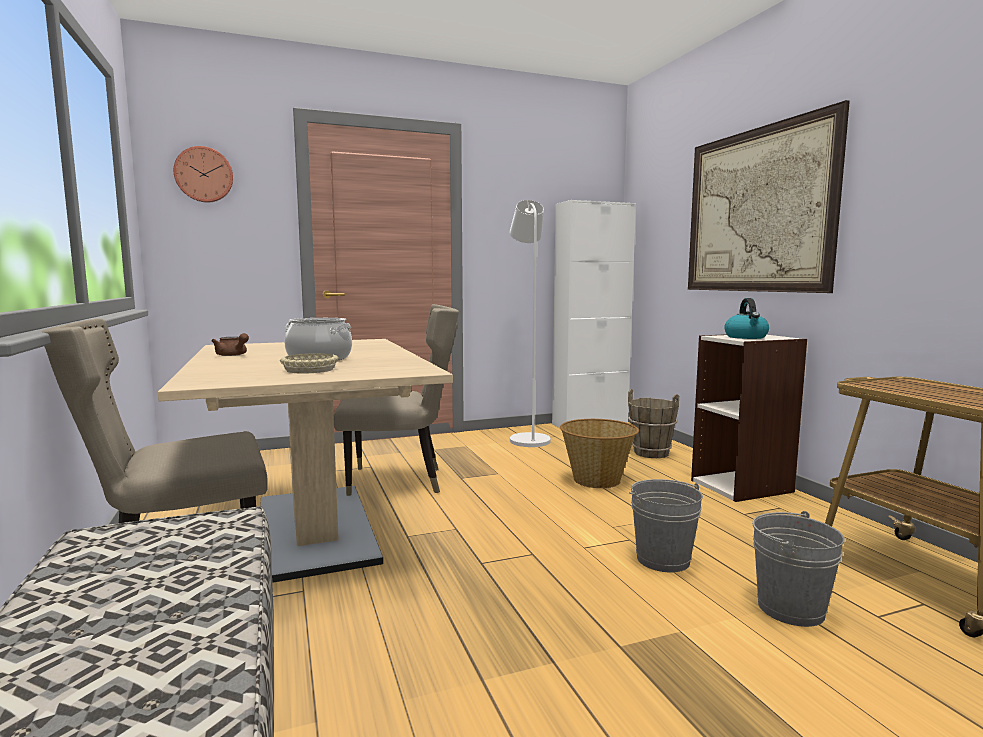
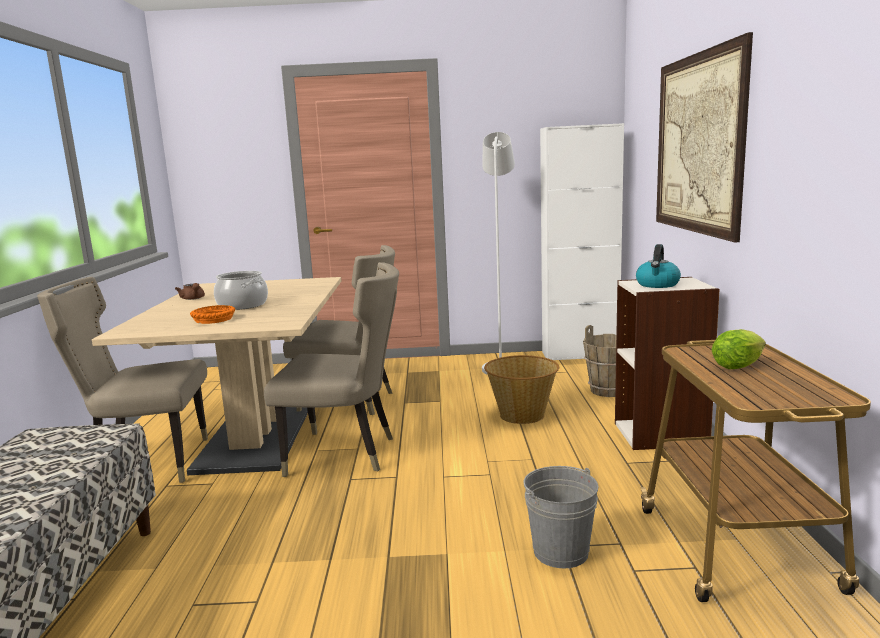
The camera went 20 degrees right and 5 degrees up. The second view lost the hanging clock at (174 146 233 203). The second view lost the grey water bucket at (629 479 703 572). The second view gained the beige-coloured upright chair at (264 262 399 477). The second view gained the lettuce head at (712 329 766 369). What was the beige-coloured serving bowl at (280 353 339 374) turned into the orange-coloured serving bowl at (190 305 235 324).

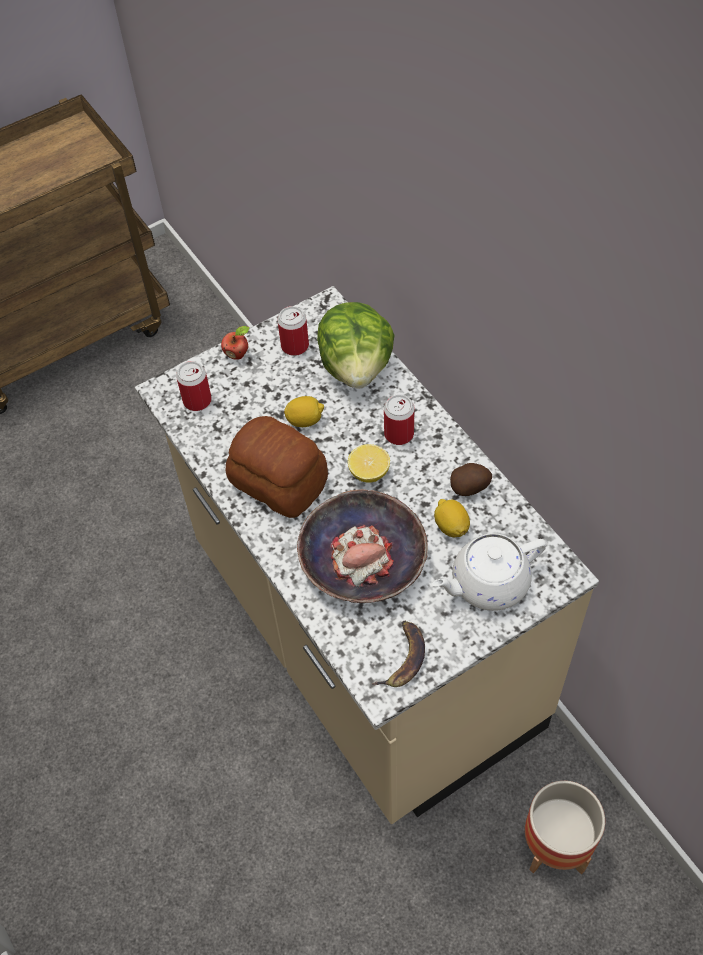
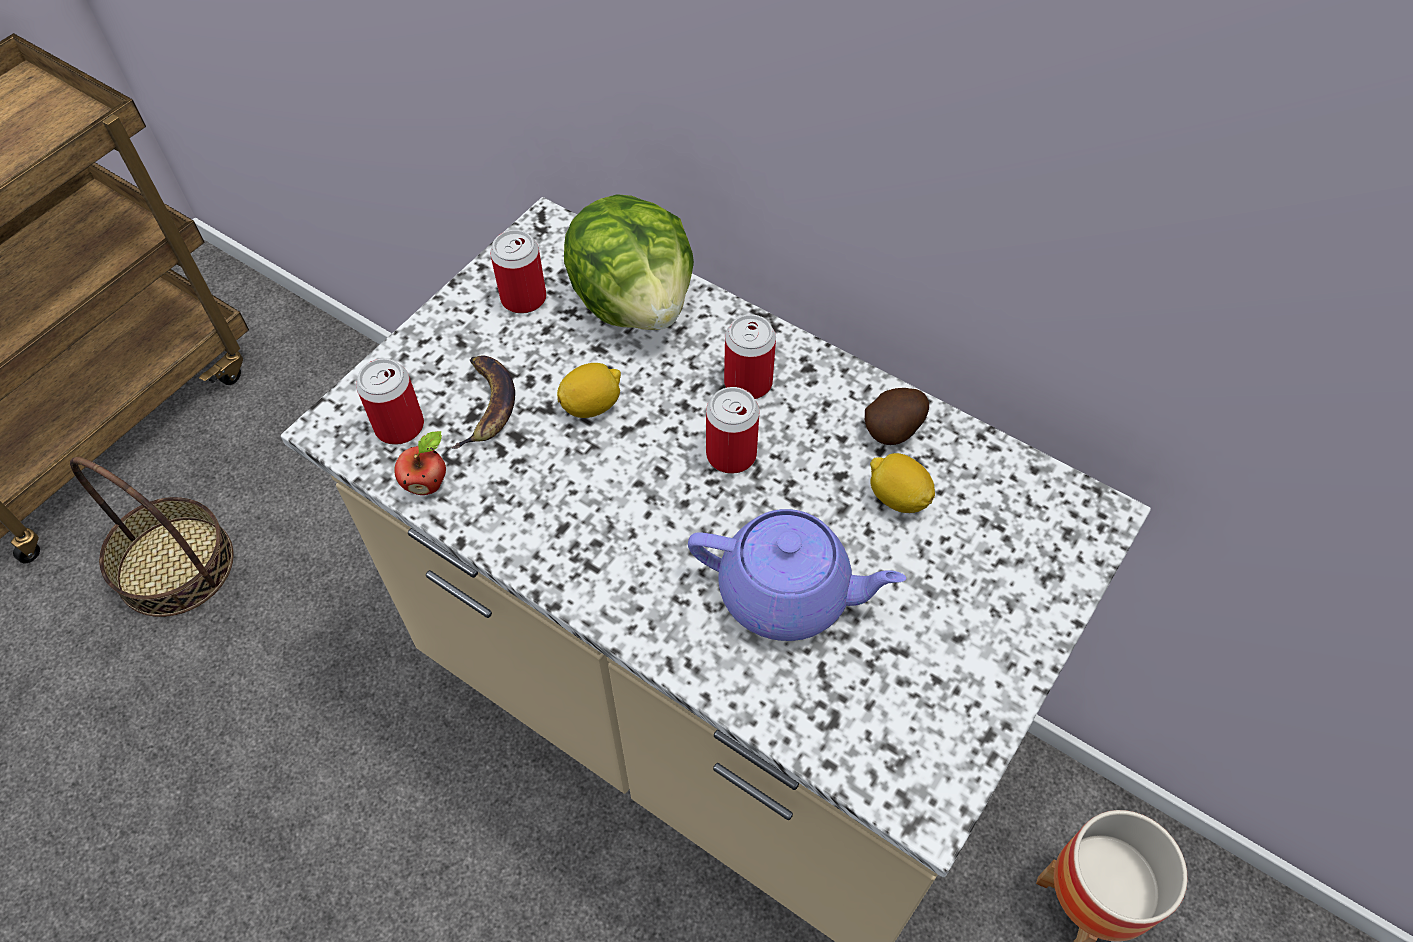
The camera went 25 degrees left and 0 degrees up. The second view lost the bread at (225 416 328 518). The second view lost the white teapot at (432 533 546 611). The second view gained the basket at (70 457 233 617). The apple ended up elsewhere, having gone from (221 326 250 359) to (394 431 446 495). The whole banana ended up elsewhere, having gone from (372 621 425 687) to (452 355 515 449). Where the serving bowl stood at (297 489 428 603), the purplish teapot came to stand at (688 509 906 641). Where the lemon stood at (348 444 390 483), the metal can came to stand at (706 387 760 474).

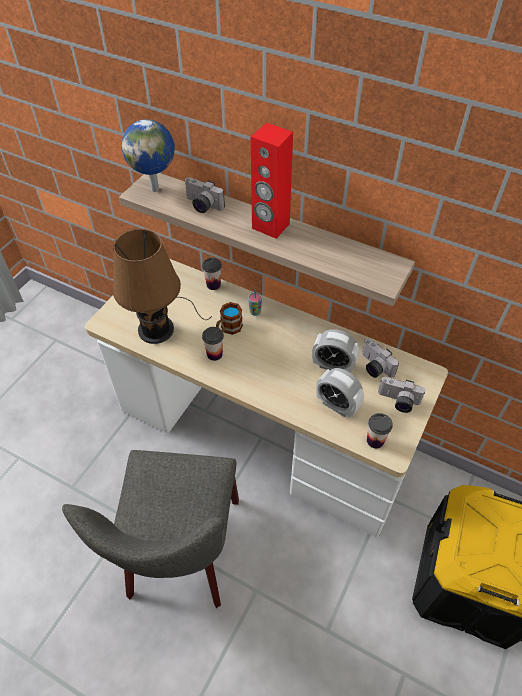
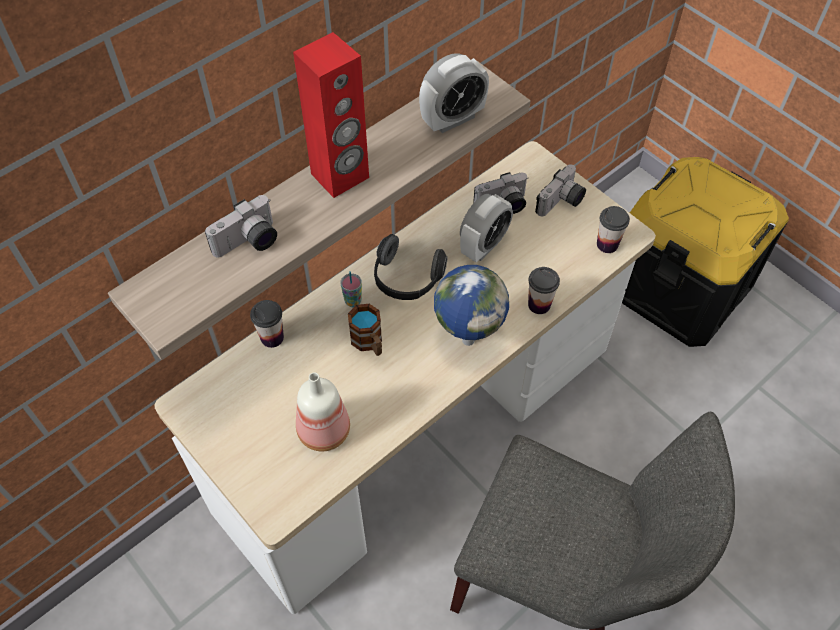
The camera went 70 degrees left and 5 degrees up. The second view gained the pair of headphones at (374 234 447 300). The desk globe ended up elsewhere, having gone from (121 119 175 192) to (434 265 509 346). The cup ended up elsewhere, having gone from (202 327 224 361) to (528 267 560 314). The table clock ended up elsewhere, having gone from (316 368 364 418) to (419 53 489 133). Where the brown-coloured lamp for a table stood at (113 229 212 344), the bottle came to stand at (296 372 350 451).

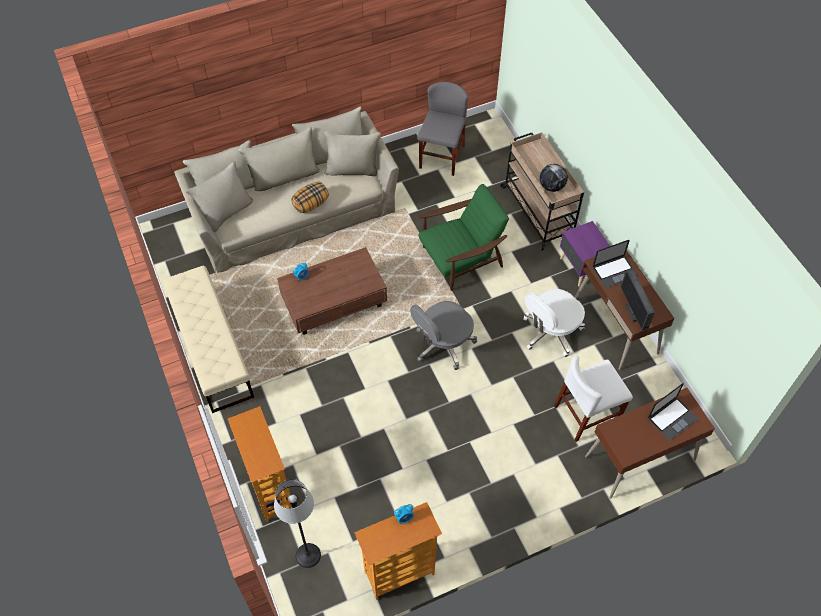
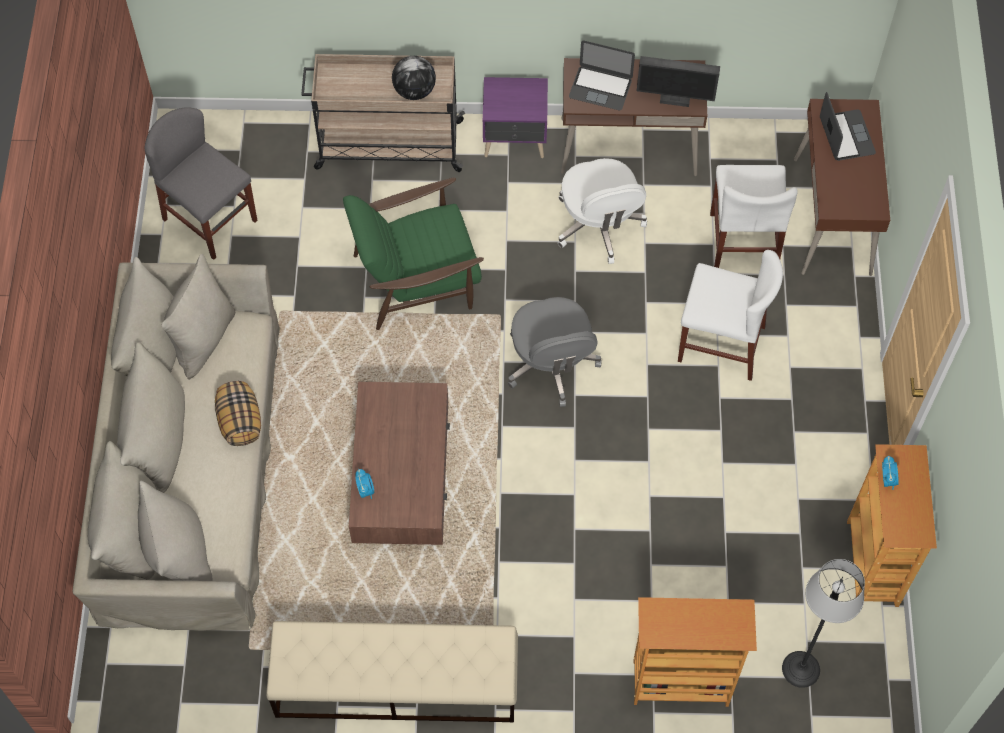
The camera went 65 degrees left and 5 degrees up. The second view gained the white upright chair at (678 250 783 381). The greenish armchair at (417 184 509 291) ended up facing another way, 105 degrees counterclockwise from before. The notebook computer at (593 240 638 288) ended up facing another way, 105 degrees clockwise from before.

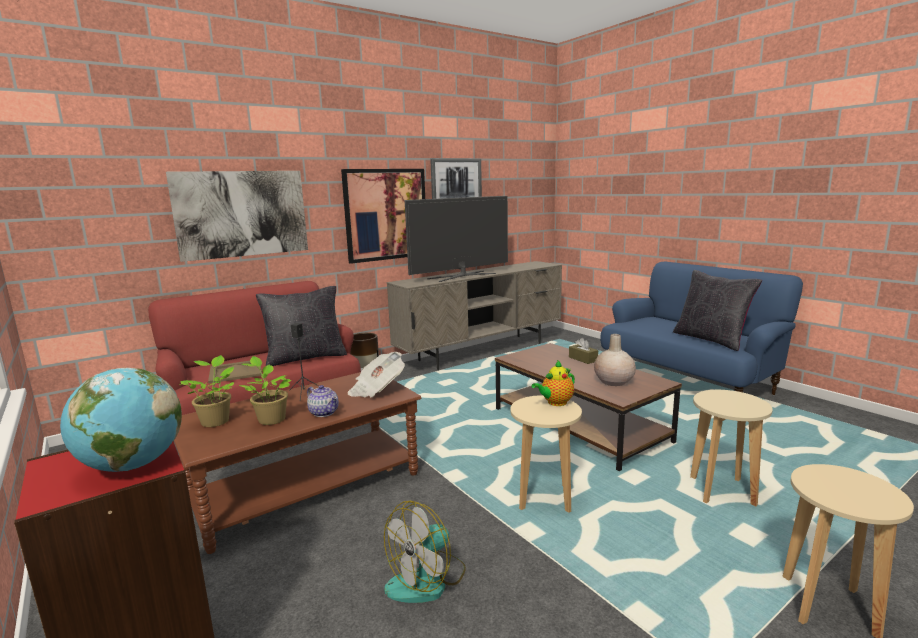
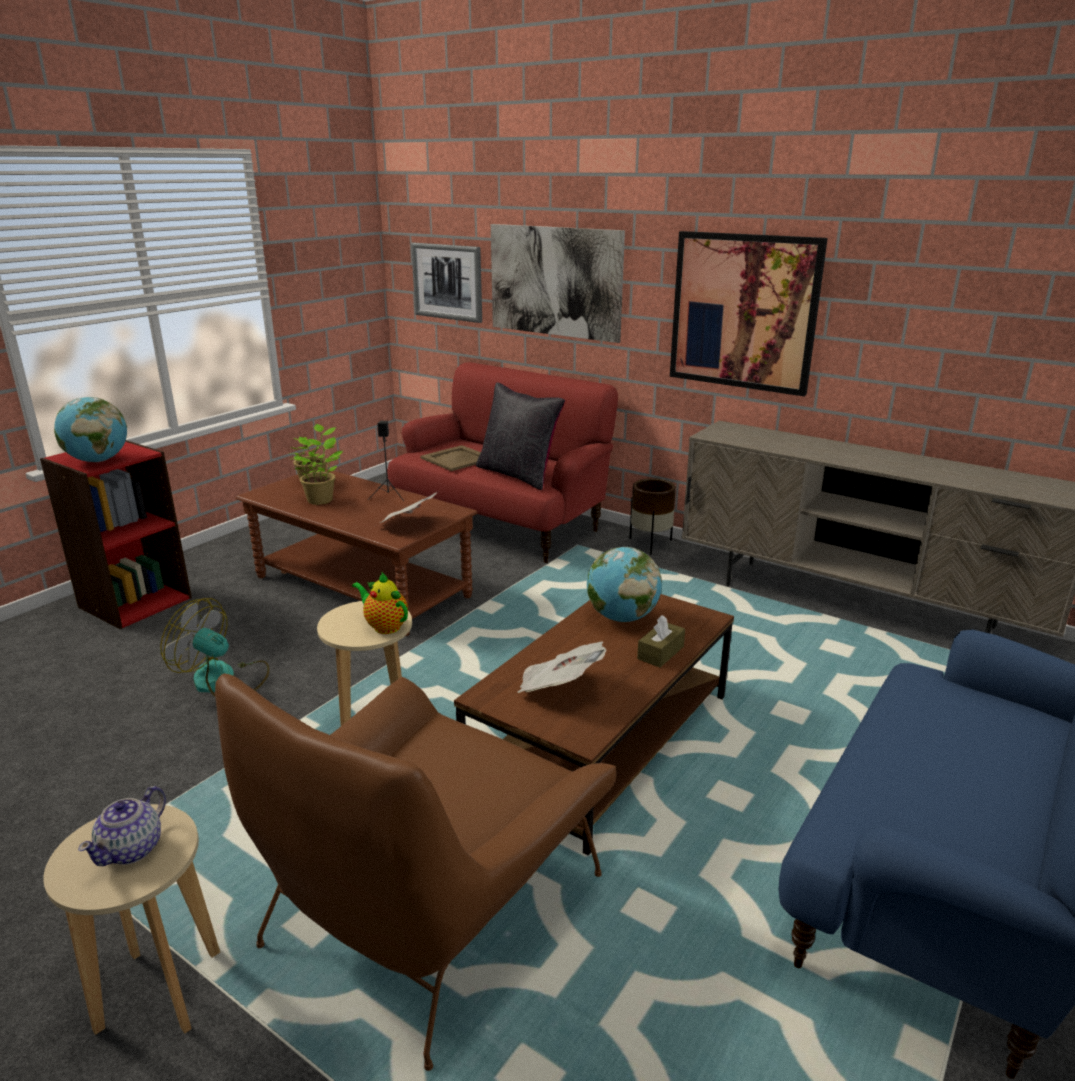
The camera went 70 degrees right and 10 degrees up. The second view lost the television at (405 196 508 282). The second view lost the blackish pillow at (673 270 762 351). The second view gained the desk globe at (587 547 662 622). The teapot ended up elsewhere, having gone from (307 385 339 417) to (78 786 166 866). The picture ended up elsewhere, having gone from (430 158 482 199) to (411 243 482 323). Where the beige-coloured vase stood at (594 334 636 386), the newspaper came to stand at (518 641 606 693). Where the beige-coloured stool seat stood at (690 390 773 506), the brown-coloured armchair came to stand at (215 673 616 1071).

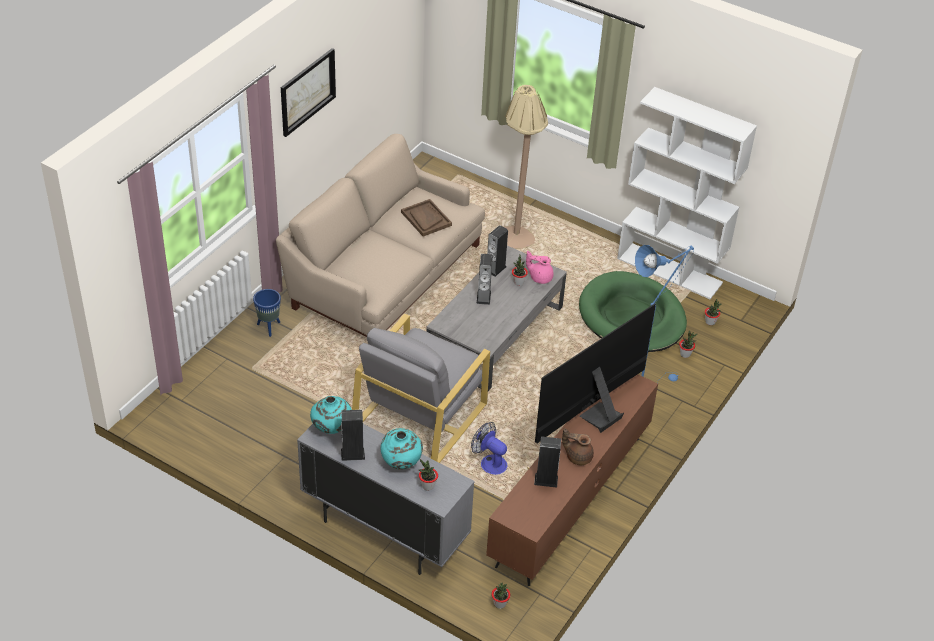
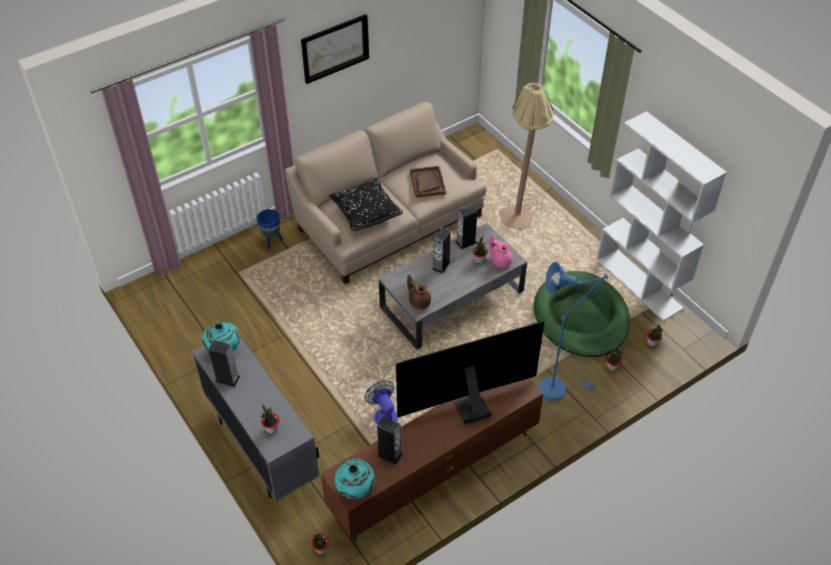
The camera went 25 degrees right and 5 degrees up. The second view lost the grey armchair at (352 314 490 463). The second view gained the blackish pillow at (329 178 403 231). The blue-green vase ended up elsewhere, having gone from (380 428 423 470) to (335 458 375 499). The brown-coloured teapot ended up elsewhere, having gone from (562 428 594 465) to (407 275 431 309).

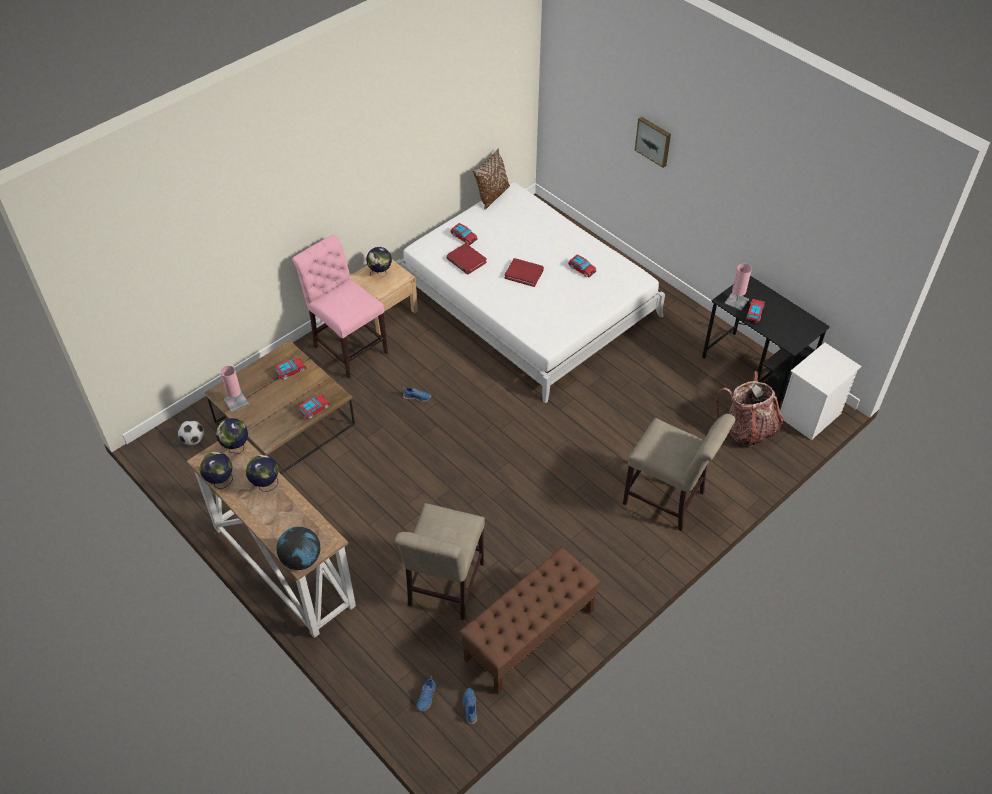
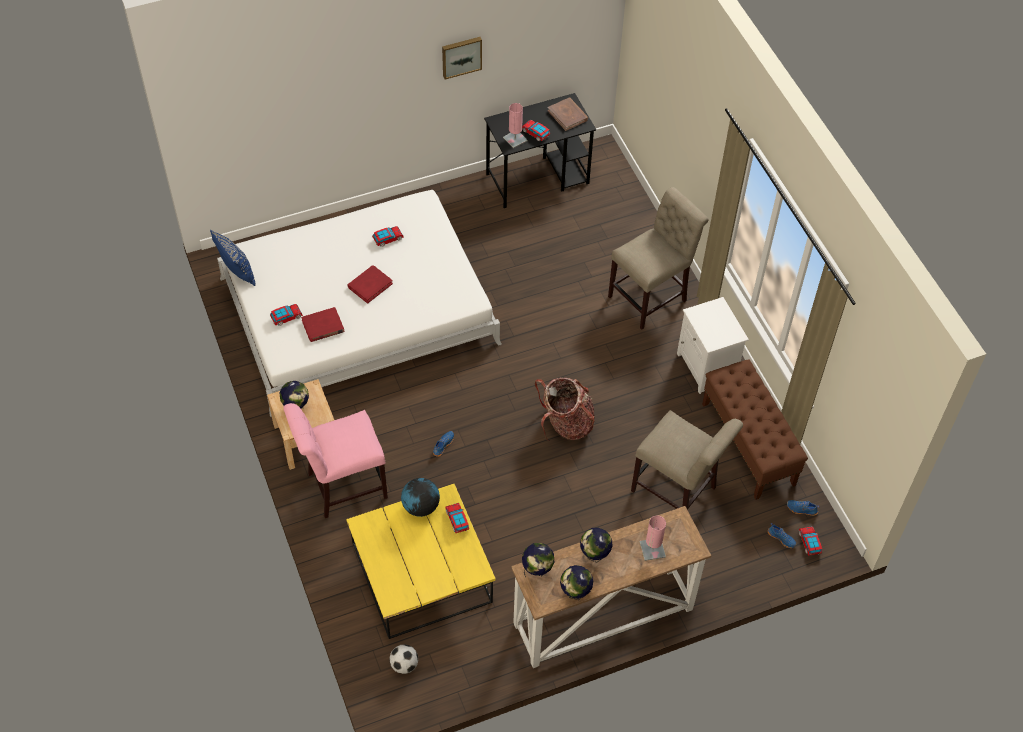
The camera went 70 degrees left and 5 degrees up. The second view gained the brown-coloured book at (548 97 588 131). The pink-coloured lamp for a table ended up elsewhere, having gone from (220 366 249 412) to (640 516 666 561). The model car ended up elsewhere, having gone from (274 358 306 380) to (799 526 822 556). The desk globe ended up elsewhere, having gone from (277 526 320 570) to (401 478 440 517). The picture ended up elsewhere, having gone from (635 117 671 168) to (442 37 482 79). The knapsack ended up elsewhere, having gone from (717 371 784 448) to (535 378 595 442). The white night table ended up elsewhere, having gone from (780 342 861 440) to (677 297 749 394). What was the brown-coloured coffee table at (204 340 355 474) turned into the yellow coffee table at (346 484 496 639). What was the brown-coloured pillow at (473 149 510 210) turned into the blue pillow at (210 229 256 286).

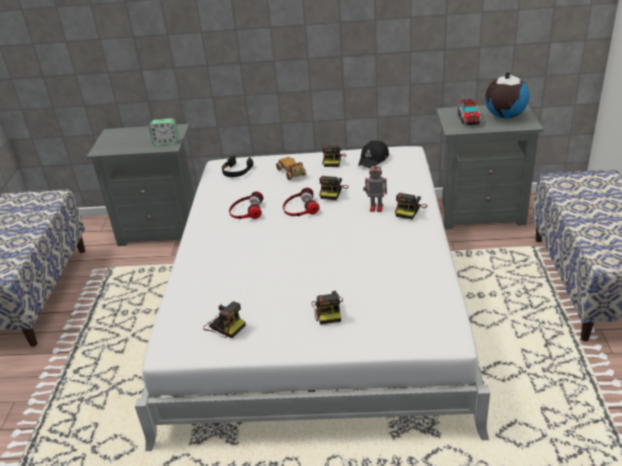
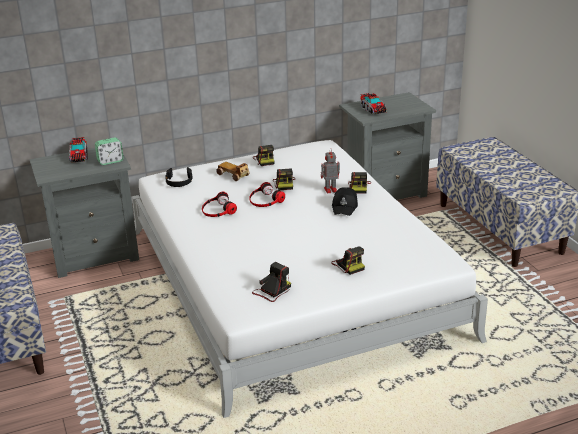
The camera went 25 degrees left and 5 degrees down. The second view lost the desk globe at (485 72 530 119). The second view gained the toy truck at (69 137 88 162). The blackish cap ended up elsewhere, having gone from (358 141 389 169) to (332 187 358 216). The still camera at (203 301 246 338) ended up facing another way, 60 degrees counterclockwise from before.

